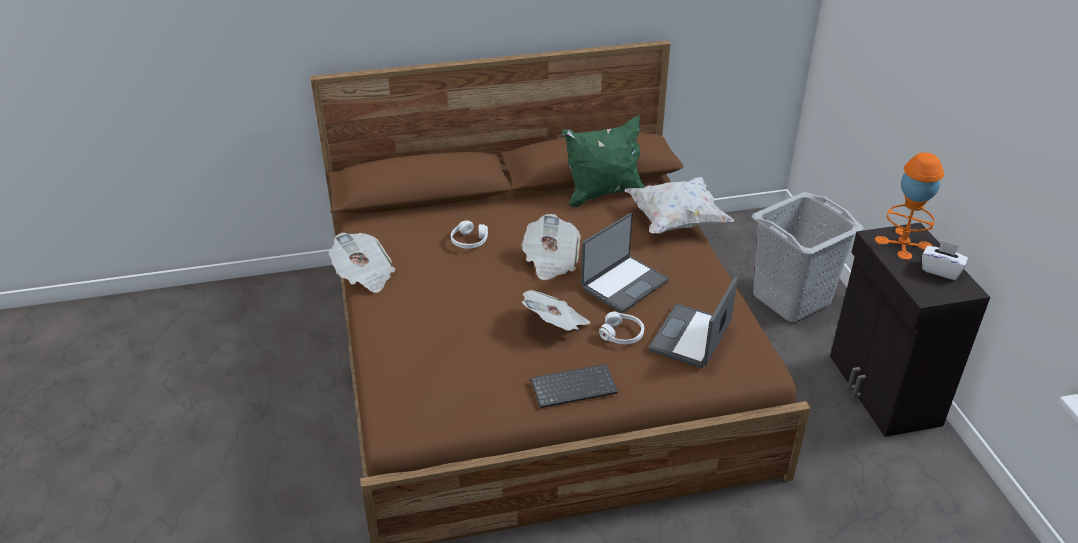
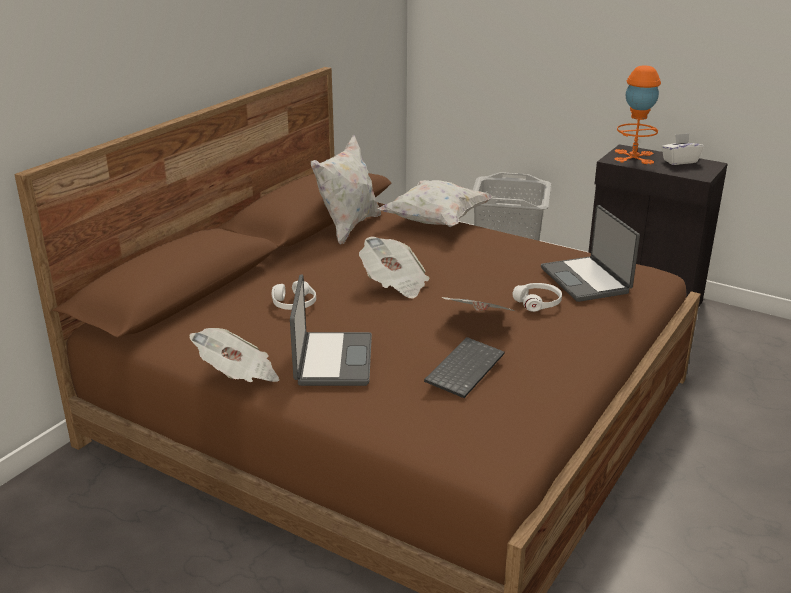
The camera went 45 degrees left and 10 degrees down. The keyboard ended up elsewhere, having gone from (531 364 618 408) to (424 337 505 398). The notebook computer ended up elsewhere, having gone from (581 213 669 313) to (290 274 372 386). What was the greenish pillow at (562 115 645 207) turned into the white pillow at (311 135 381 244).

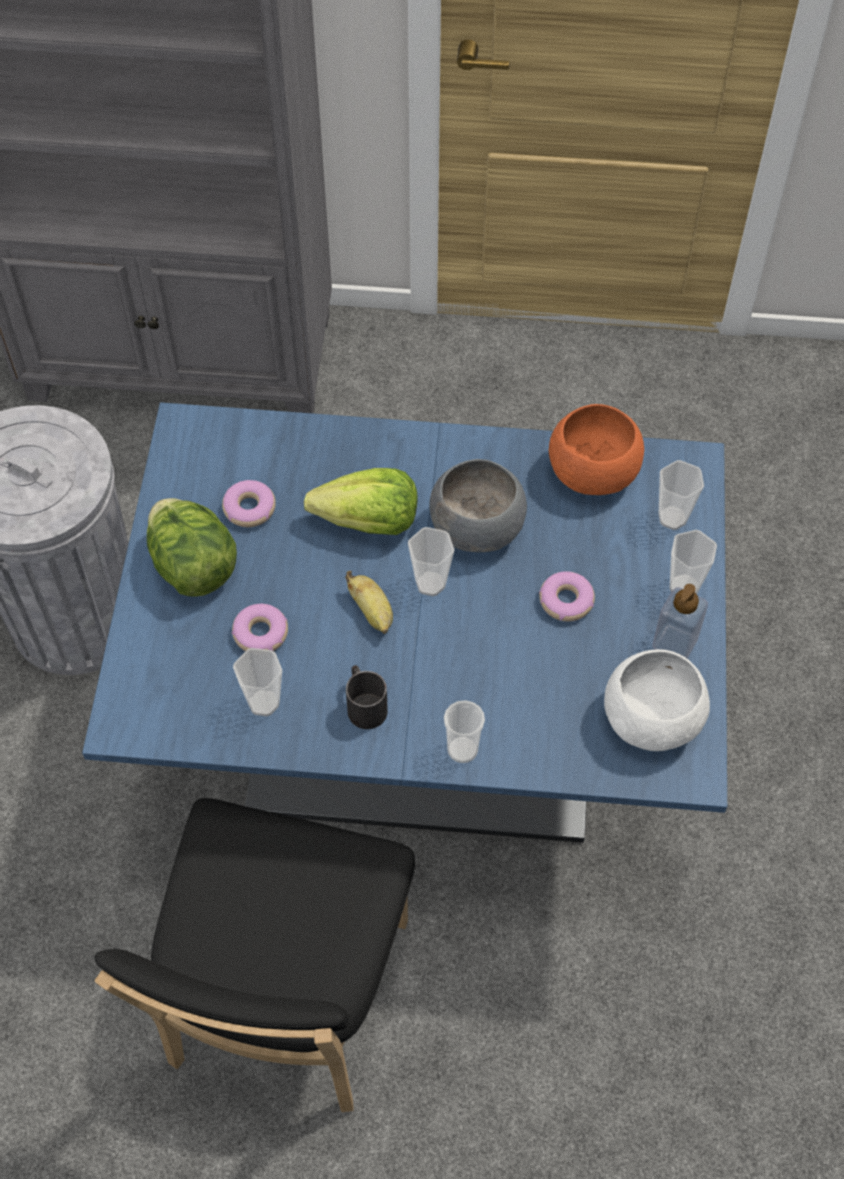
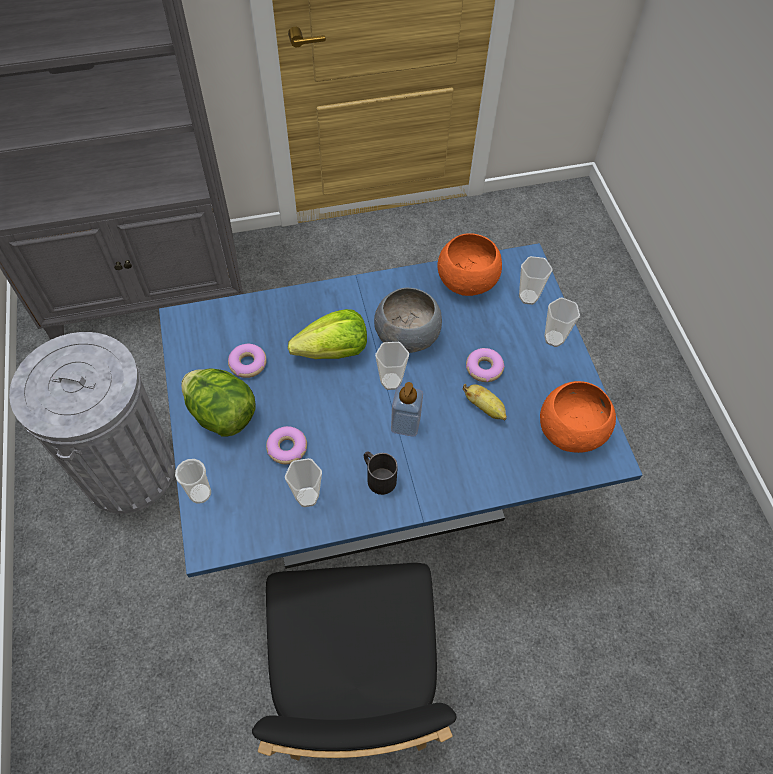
The camera went 20 degrees left and 0 degrees up. The whole banana ended up elsewhere, having gone from (345 571 393 634) to (463 384 507 420). The cup ended up elsewhere, having gone from (444 700 485 763) to (175 459 211 504). The soap dispenser ended up elsewhere, having gone from (652 584 708 658) to (391 382 423 437). What was the white serving bowl at (604 649 710 751) turned into the orange-coloured serving bowl at (540 381 616 453).

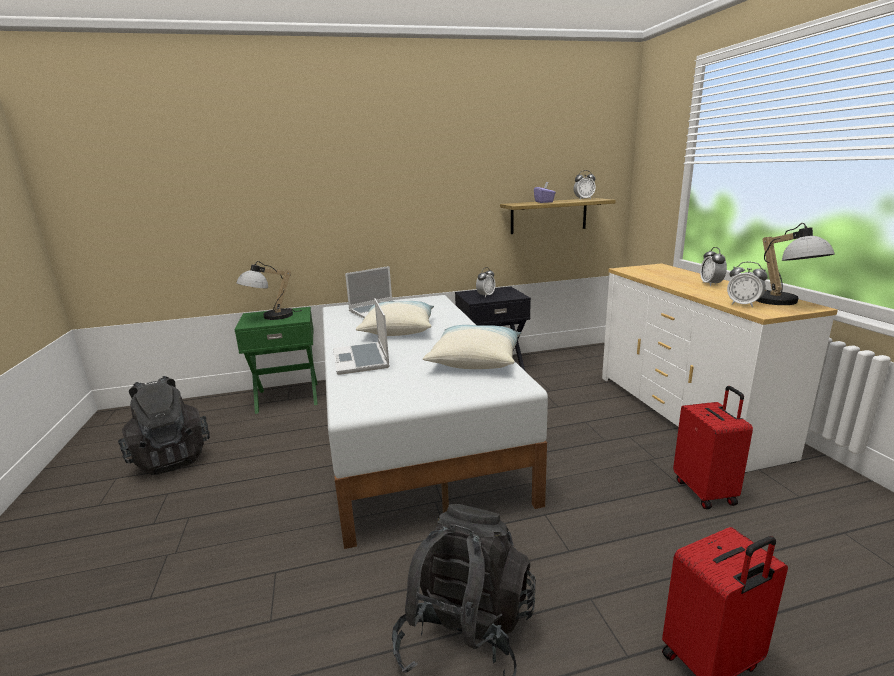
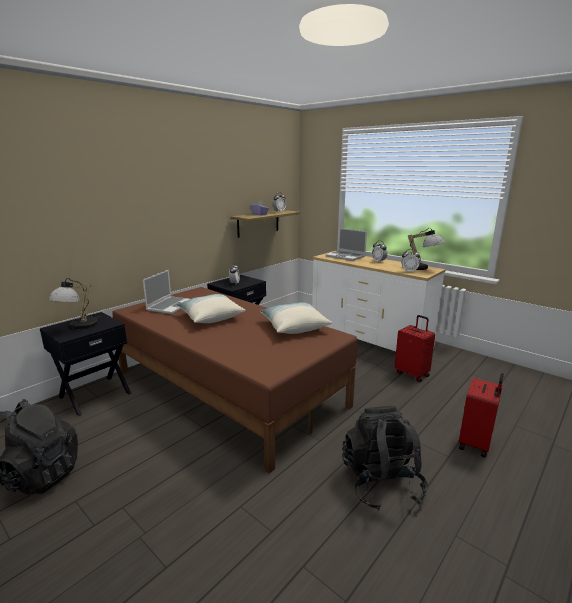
The camera went 35 degrees left and 0 degrees up. The notebook computer ended up elsewhere, having gone from (333 298 390 375) to (326 228 367 261). What was the greenish night table at (235 307 318 414) turned into the blackish night table at (40 312 131 416). What was the white bed at (322 295 548 549) turned into the brown-coloured bed at (112 287 357 474).

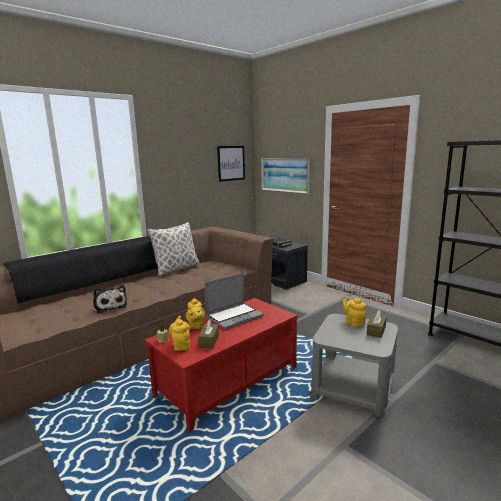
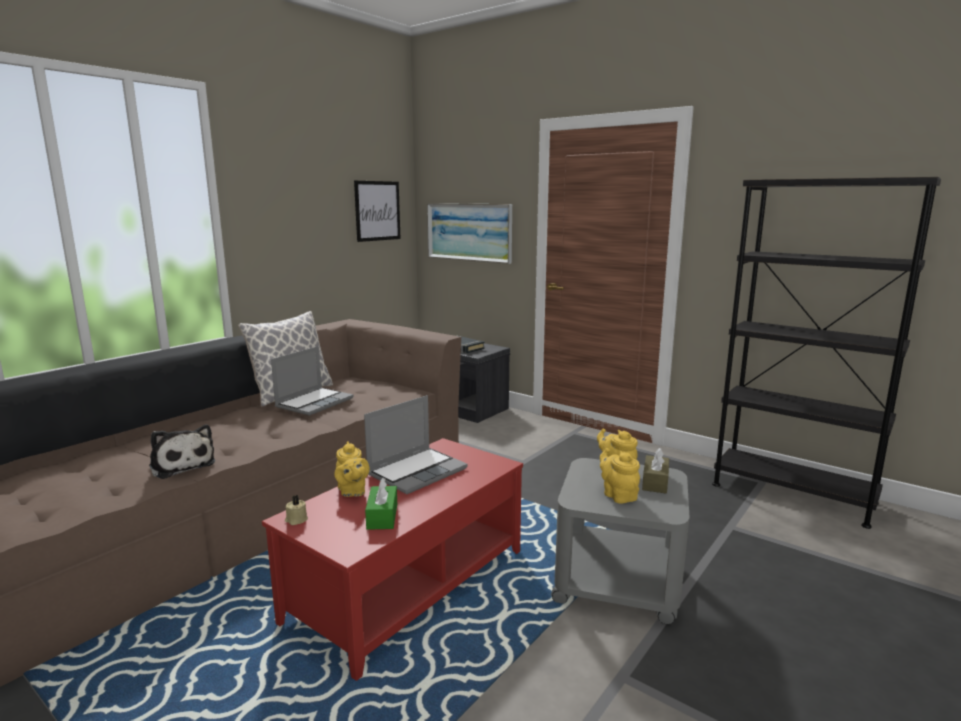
The camera went 10 degrees left and 0 degrees up. The second view gained the notebook computer at (271 346 353 416). The yellow teapot ended up elsewhere, having gone from (169 316 191 351) to (600 448 640 504). What was the brown-coloured tissue box at (198 319 219 348) turned into the greenish tissue box at (365 477 397 530).

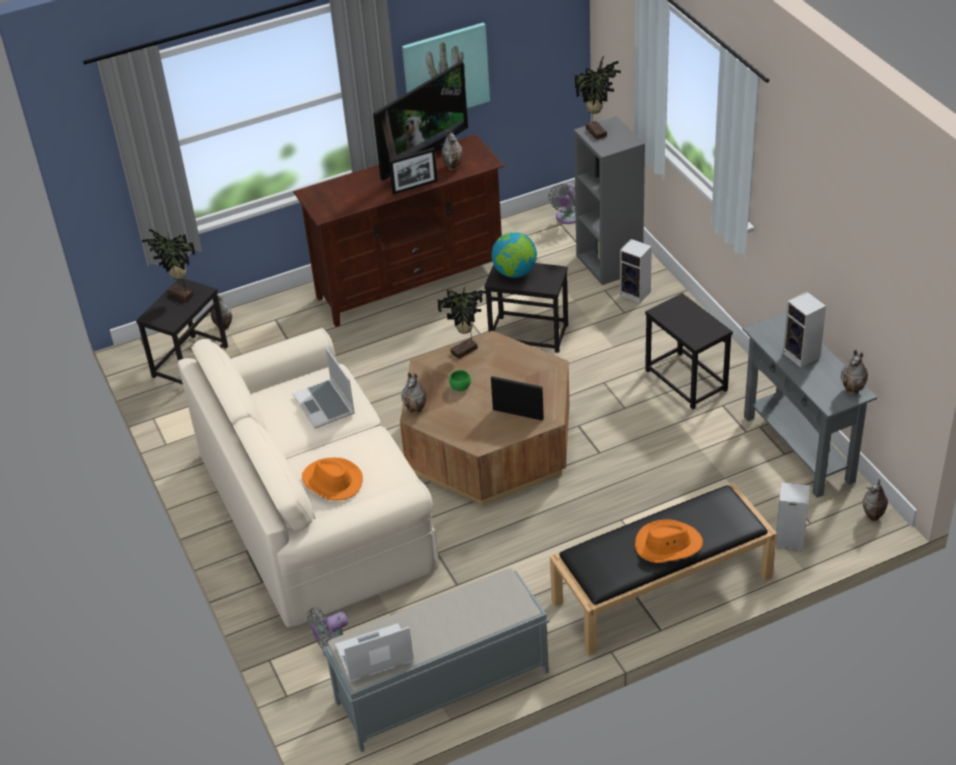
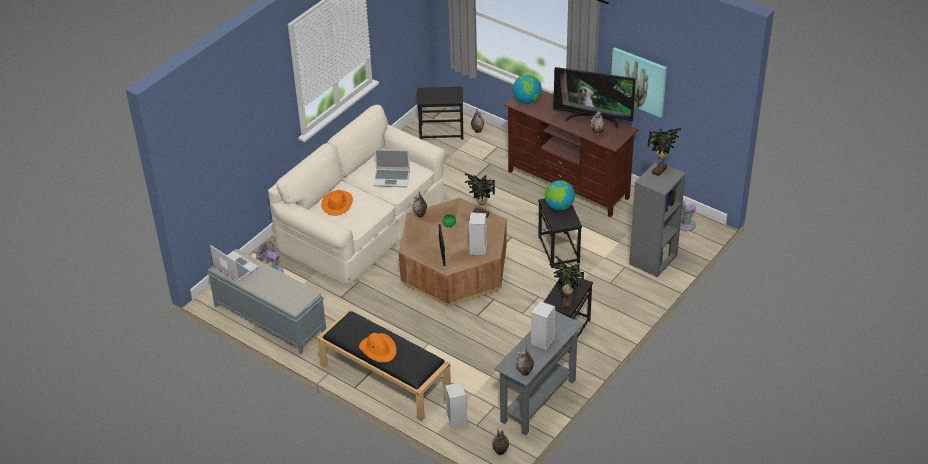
The camera went 60 degrees right and 0 degrees up. The second view lost the standing frame at (389 148 438 195). The second view gained the desk globe at (513 75 542 104). The potted plant ended up elsewhere, having gone from (142 229 195 302) to (549 255 584 309). The loudspeaker ended up elsewhere, having gone from (620 239 652 303) to (469 213 487 255). The notebook computer at (292 347 355 429) ended up facing another way, 120 degrees counterclockwise from before.

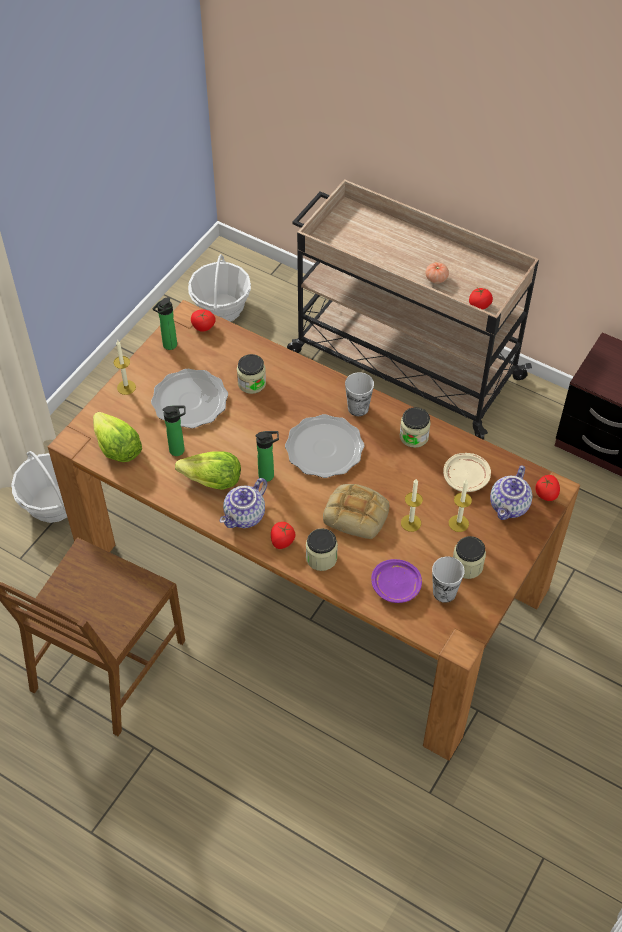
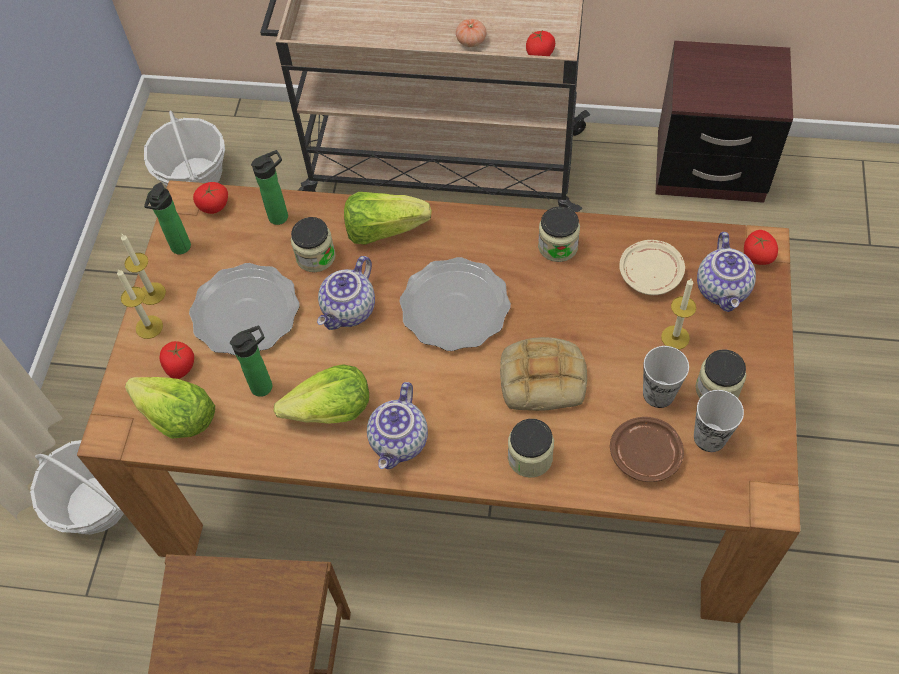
The camera went 20 degrees left and 5 degrees up. The second view gained the teapot at (317 256 375 330). The second view gained the lettuce head at (344 192 432 245). The bottle ended up elsewhere, having gone from (256 431 279 482) to (251 150 288 225). The whole tomato ended up elsewhere, having gone from (271 522 295 549) to (160 341 194 379). The cup ended up elsewhere, having gone from (345 372 374 416) to (643 346 689 408). The wax candle ended up elsewhere, having gone from (401 479 423 532) to (121 234 166 305). What was the purplish flat dish at (371 559 422 603) turned into the brown-coloured flat dish at (610 417 684 482).

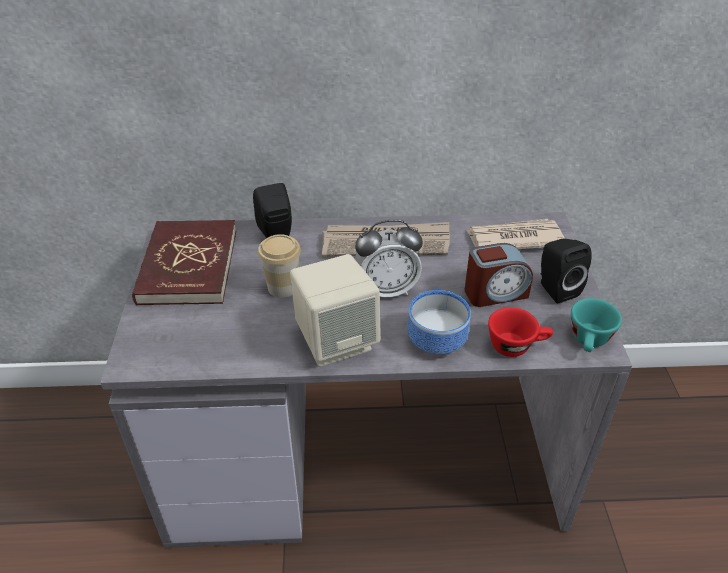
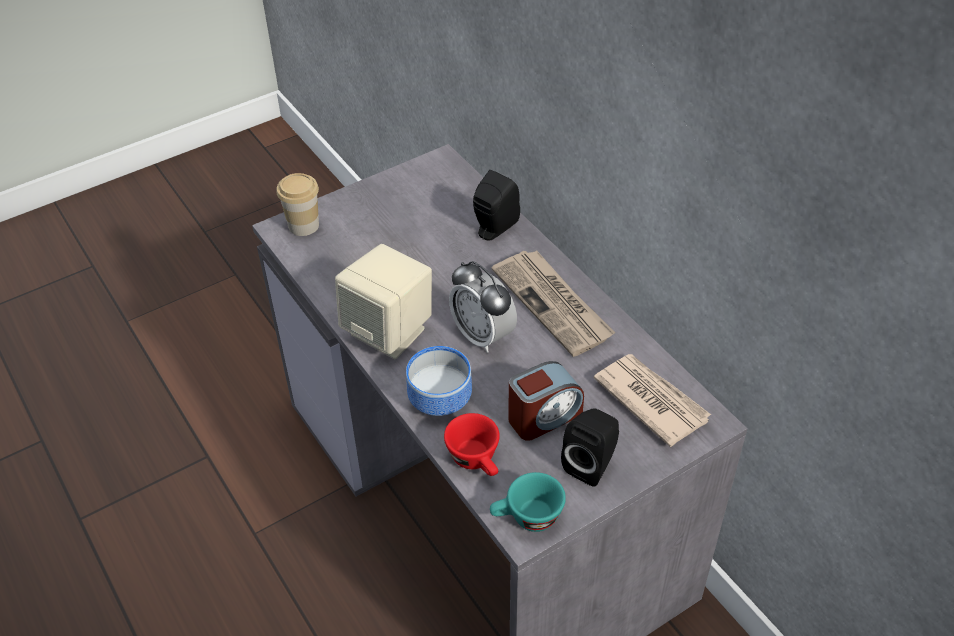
The camera went 60 degrees right and 5 degrees up. The second view lost the reddish book at (132 220 236 305). The cup ended up elsewhere, having gone from (258 234 301 298) to (277 173 319 236). The table clock at (465 243 533 307) ended up facing another way, 75 degrees counterclockwise from before.

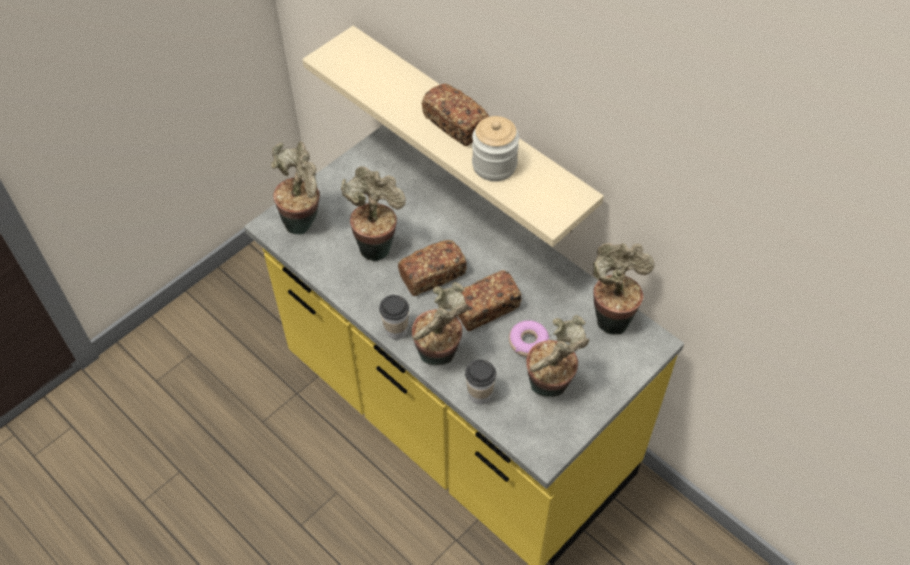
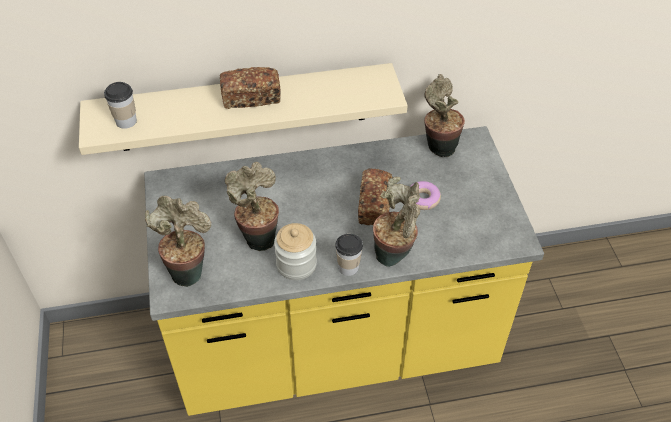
The camera went 55 degrees left and 5 degrees down. The second view lost the bread at (398 240 467 296). The second view lost the potted plant at (526 315 589 397). The cup ended up elsewhere, having gone from (465 359 496 404) to (104 82 137 129). The storage jar ended up elsewhere, having gone from (472 116 519 181) to (274 223 317 280).

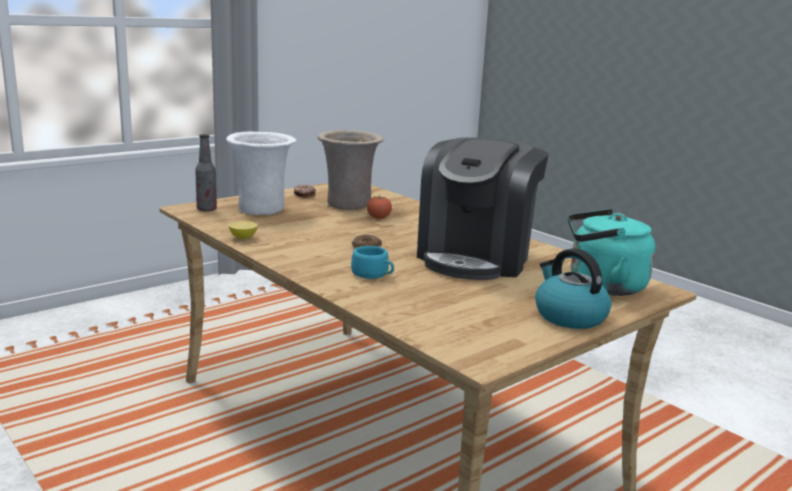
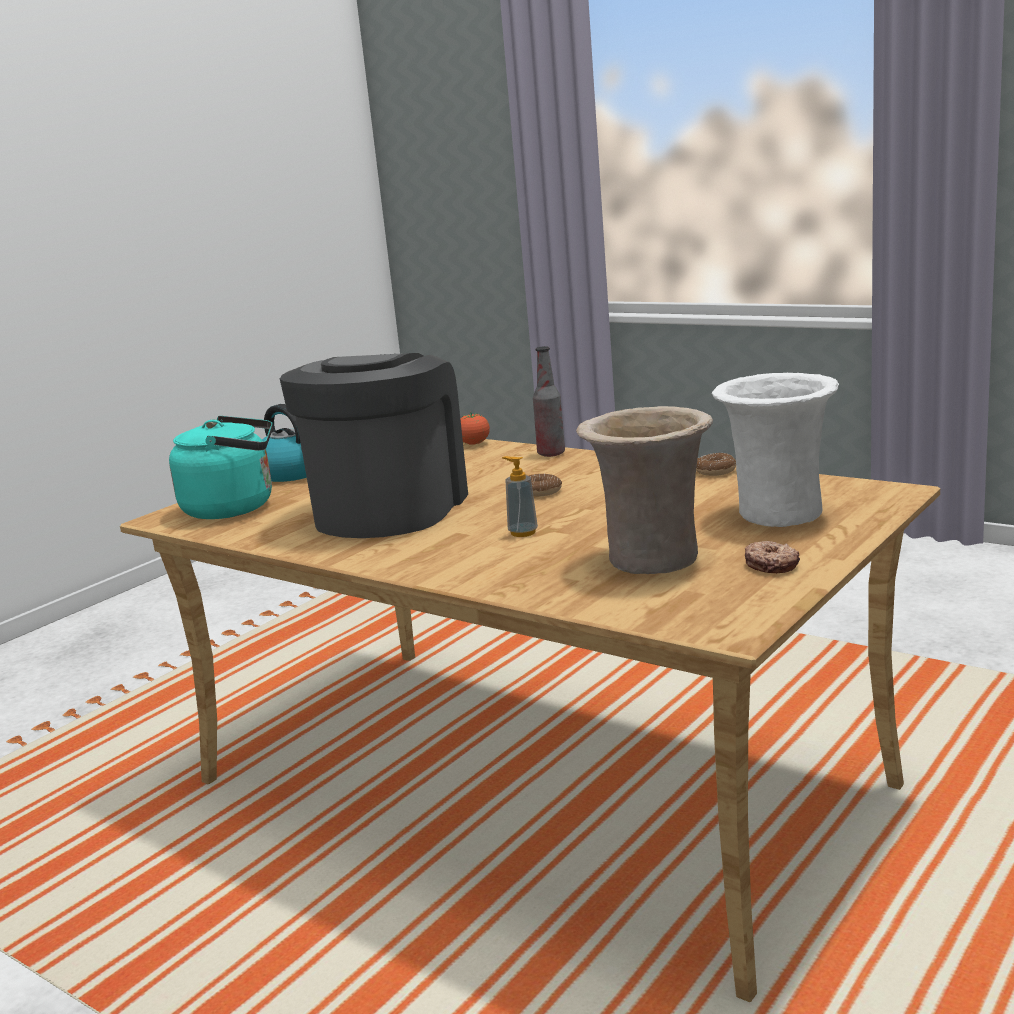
The camera went 170 degrees right and 0 degrees up. The second view lost the blue-green cup at (351 246 394 279). The second view gained the soap dispenser at (502 456 538 537). The bottle ended up elsewhere, having gone from (195 134 217 212) to (533 346 565 457). The whole tomato ended up elsewhere, having gone from (367 195 392 219) to (460 413 490 445). Where the lemon stood at (229 221 258 239), the donut came to stand at (696 453 736 476).

